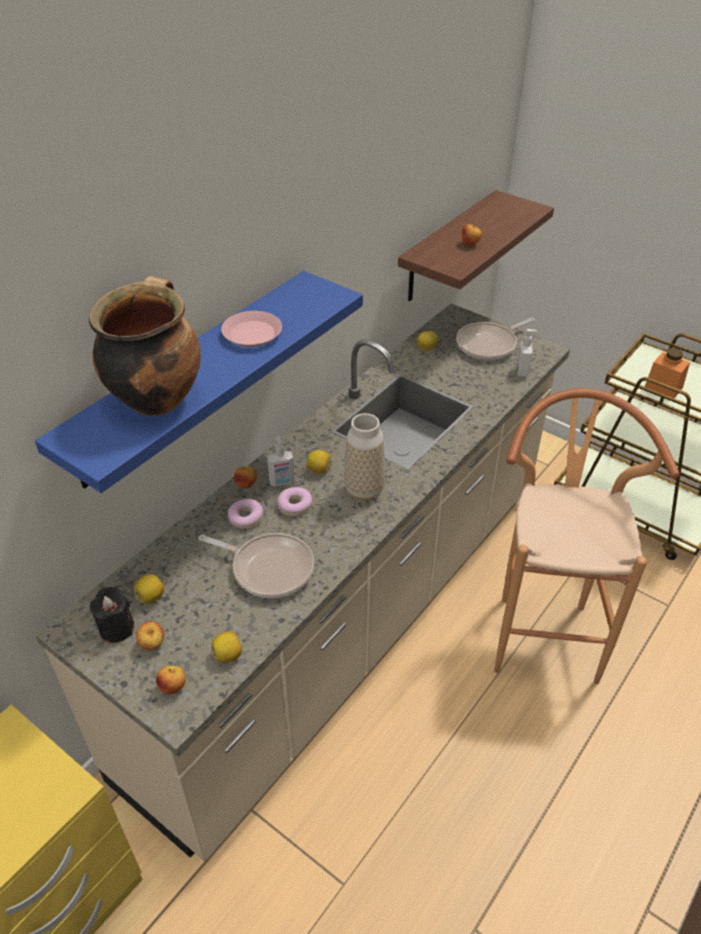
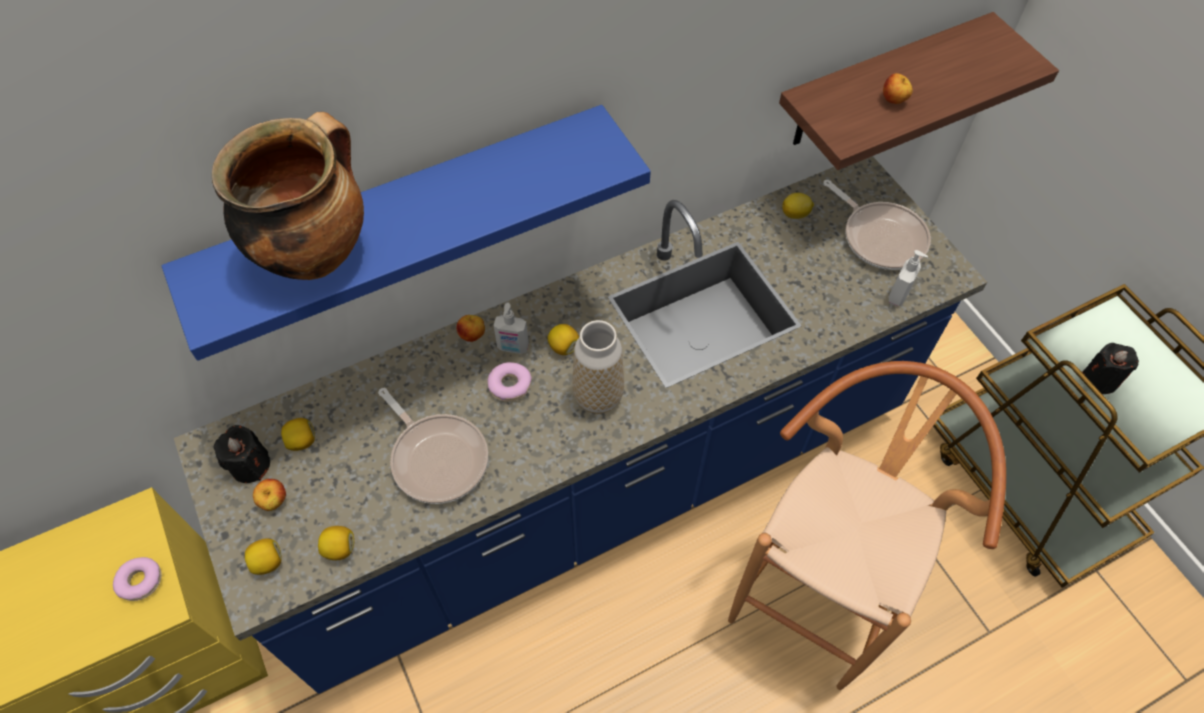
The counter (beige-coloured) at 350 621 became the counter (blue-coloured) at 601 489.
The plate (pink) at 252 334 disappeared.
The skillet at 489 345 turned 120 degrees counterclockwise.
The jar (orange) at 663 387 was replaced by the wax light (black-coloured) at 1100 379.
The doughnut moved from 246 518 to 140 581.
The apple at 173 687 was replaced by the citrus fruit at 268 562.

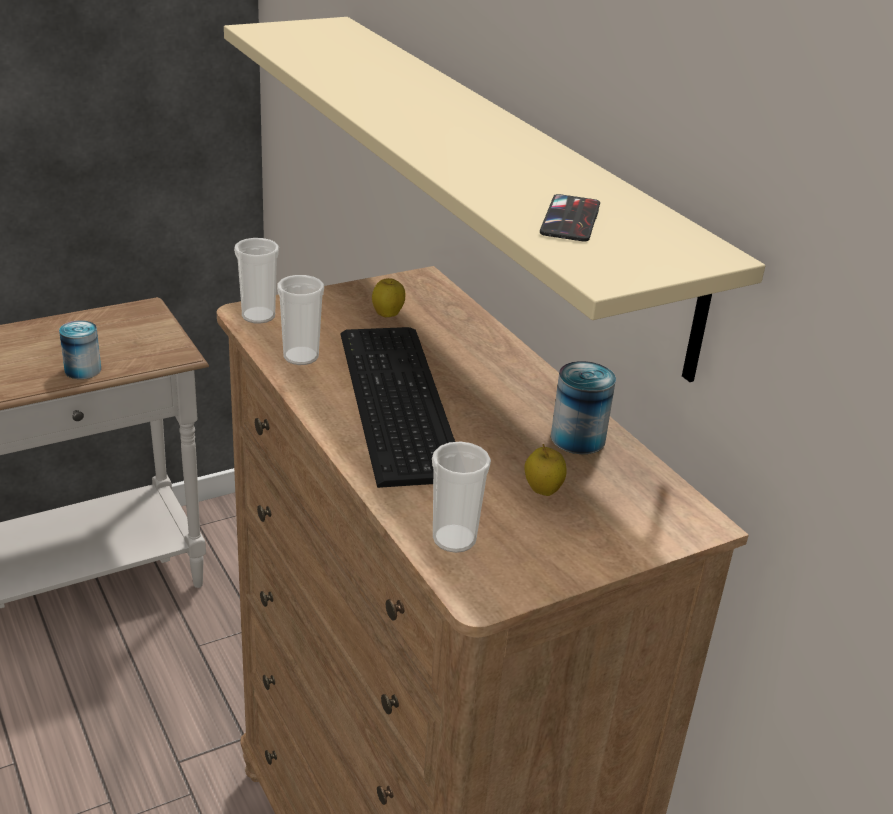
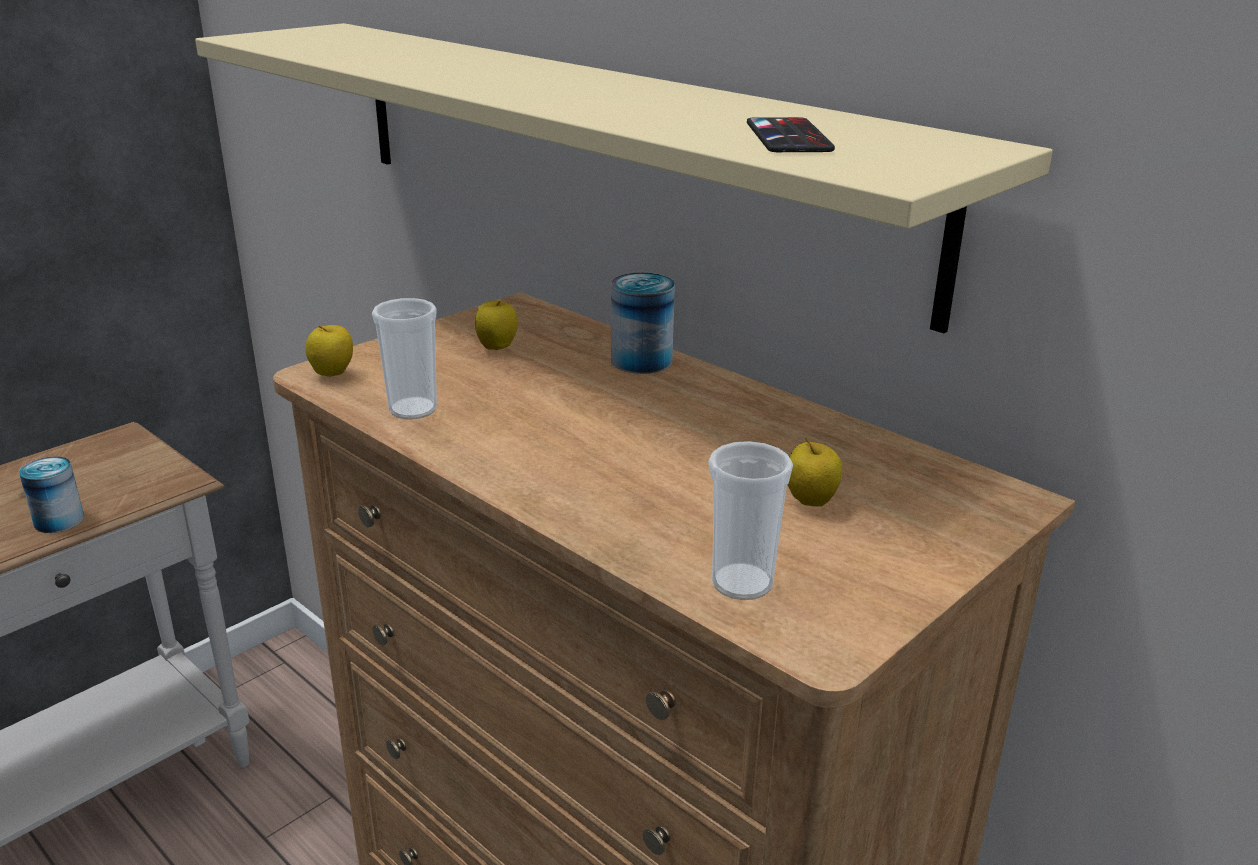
The small cup at 258 316 was replaced by the apple at 332 375.
The keyboard at 393 404 disappeared.
The can moved from 577 438 to 641 361.

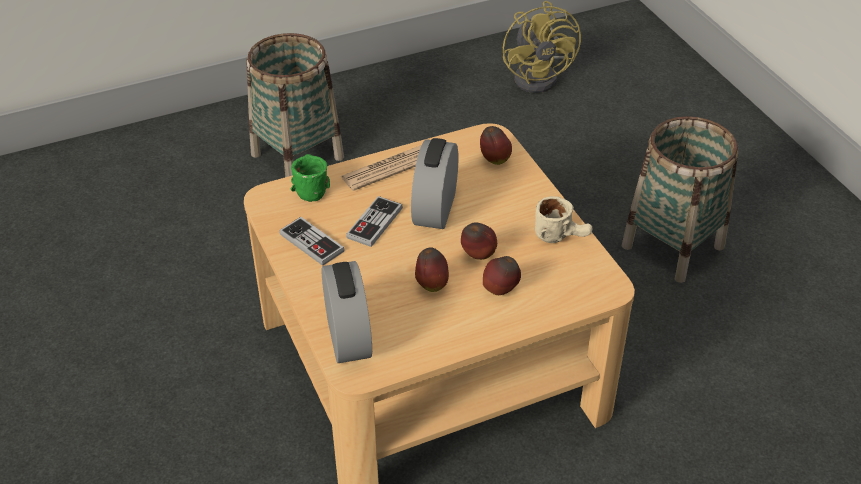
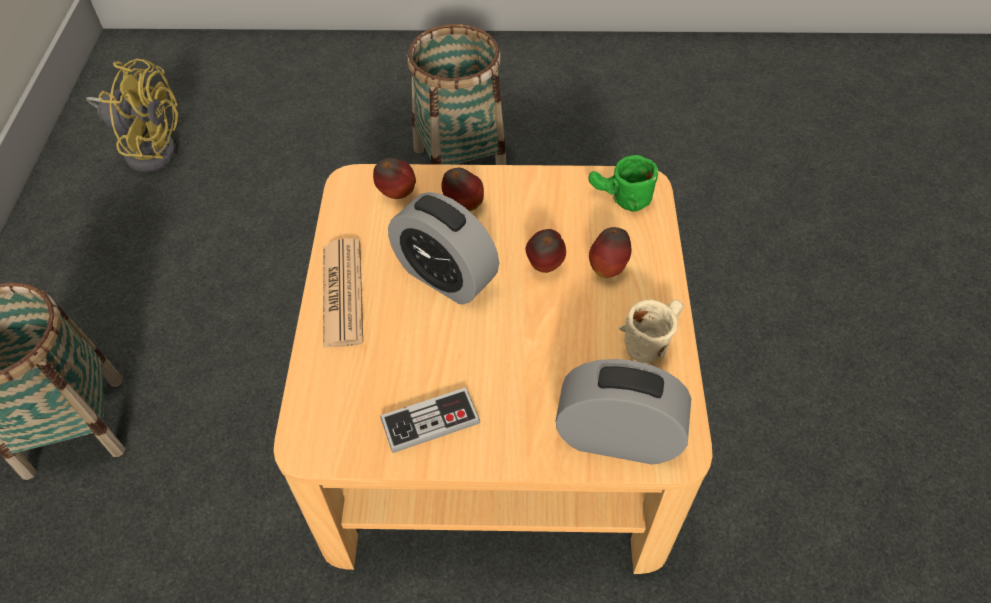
The mug (greenish) moved from 309 187 to 618 199.
The game controller at 374 223 disappeared.
The mug (beige-coloured) moved from 562 236 to 651 337.
The apple moved from 431 285 to 463 206.

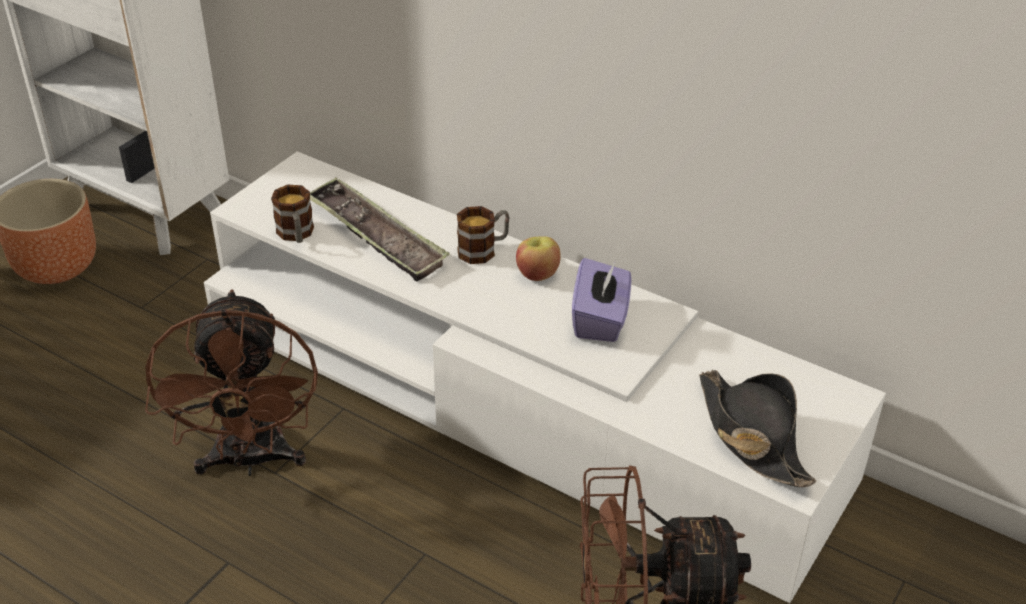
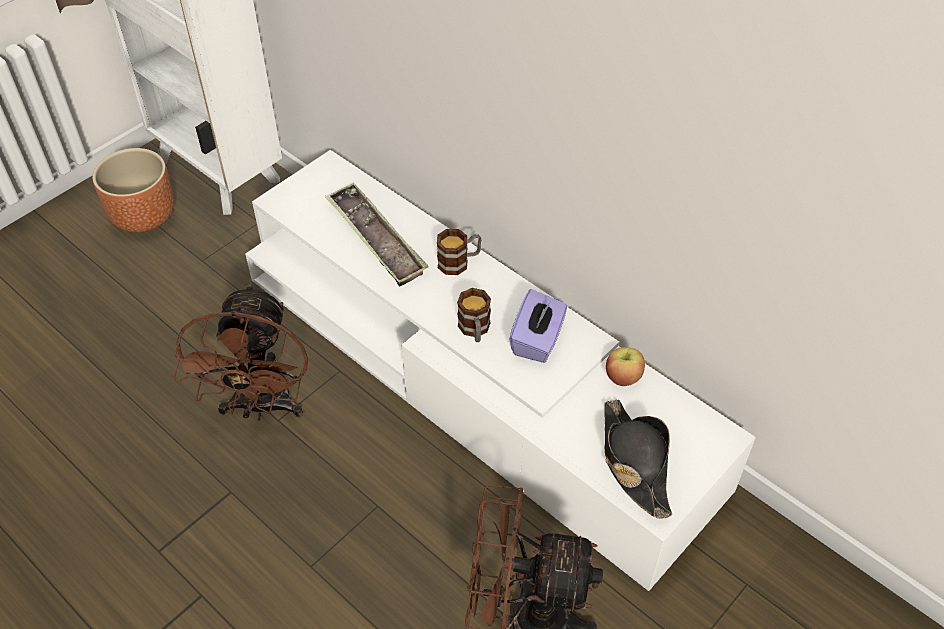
The mug moved from 296 235 to 475 330.
The apple moved from 537 274 to 623 377.

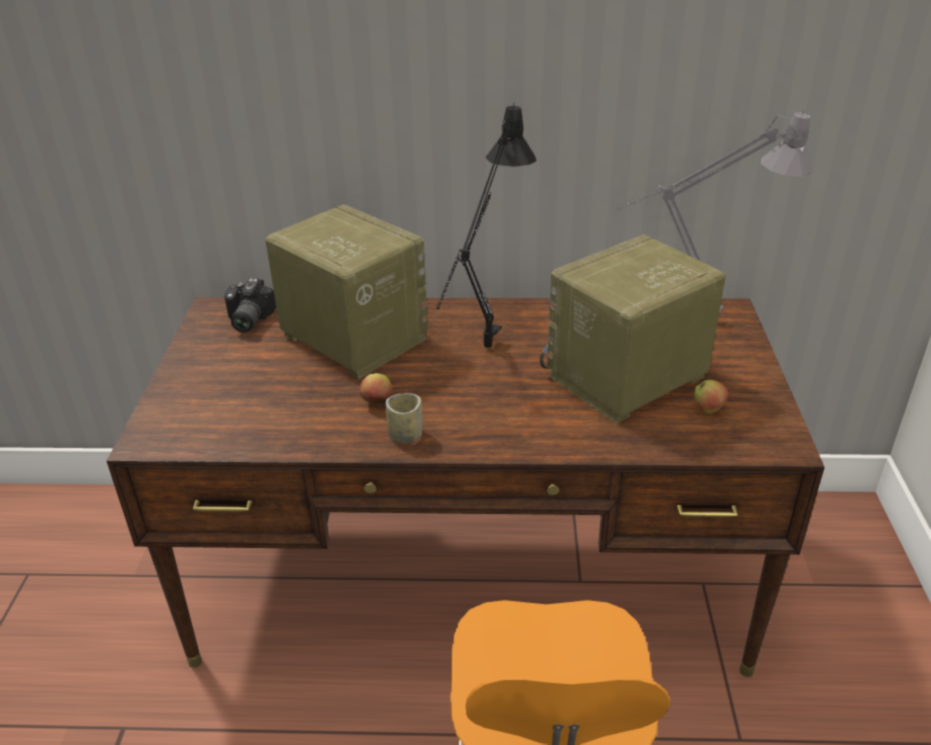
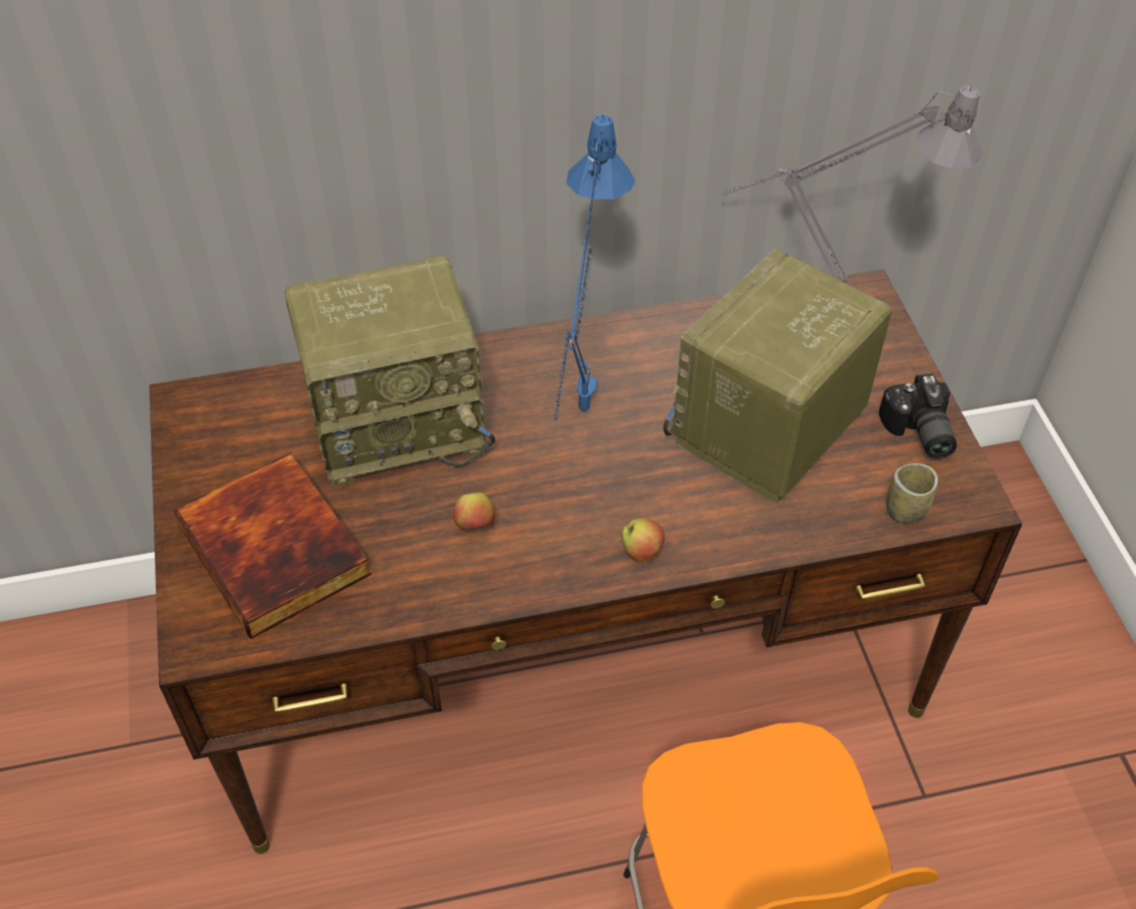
The tabletop lamp (black-coloured) at 483 355 became the tabletop lamp (blue-coloured) at 581 422.
The radio set at 351 337 turned 135 degrees clockwise.
The photo camera moved from 246 320 to 917 433.
The apple moved from 708 410 to 641 552.
The small cup moved from 405 435 to 905 510.
The volume at 278 548 appeared.

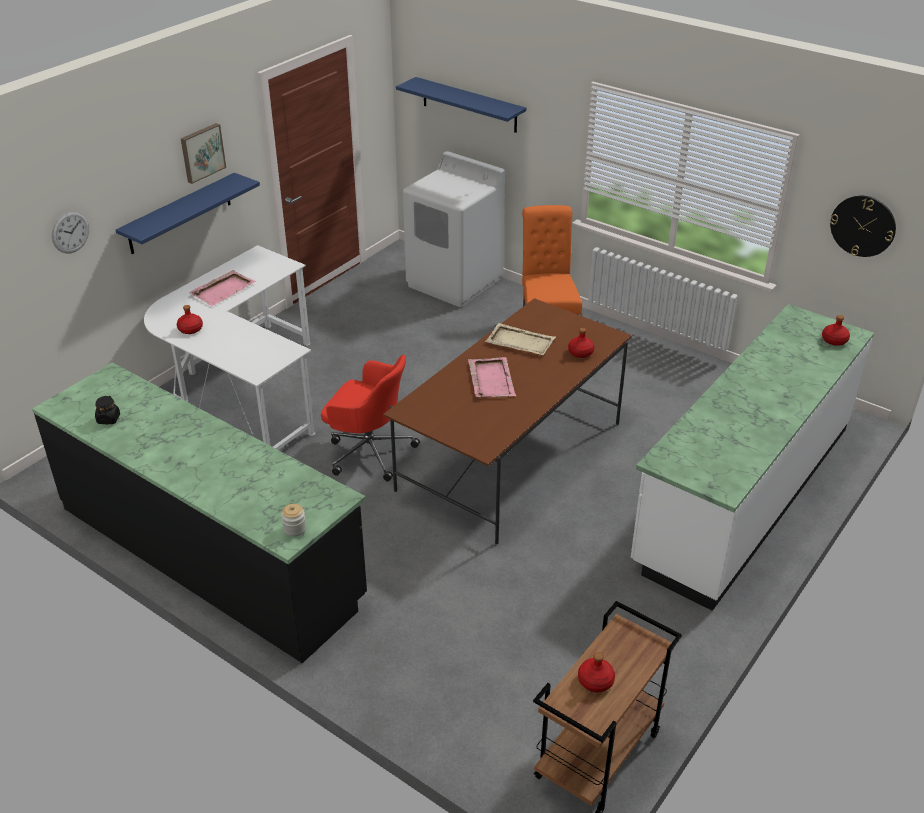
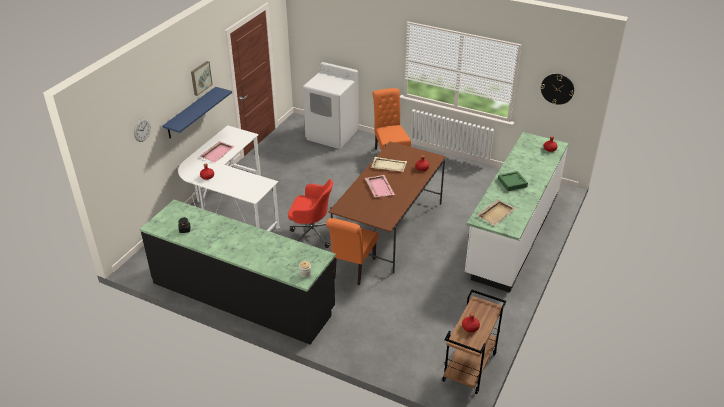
The wall shelf (blue-coloured) at 469 105 disappeared.
The carrying tray (greenish) at 512 183 appeared.
The carrying tray (beige-coloured) at 496 213 appeared.
The upright chair (orange) at 352 270 appeared.

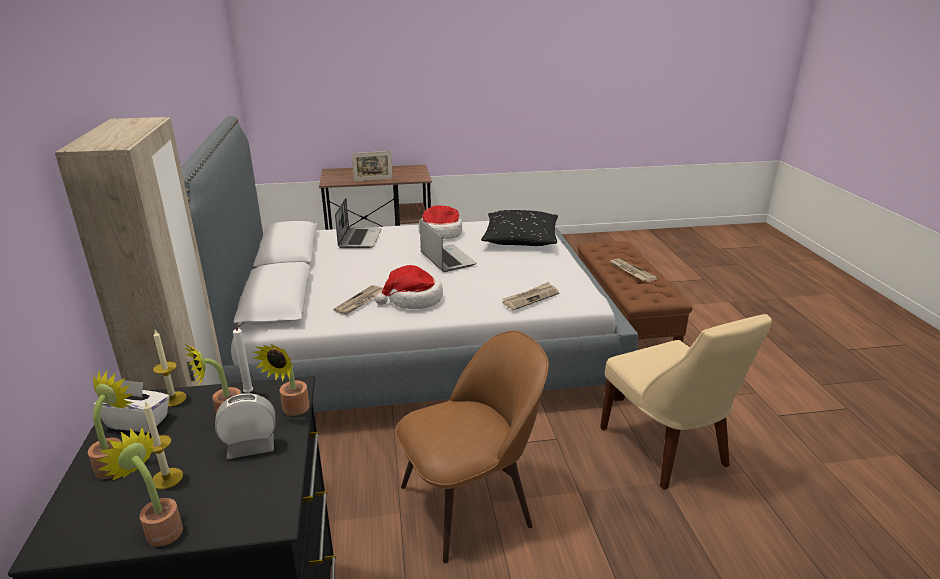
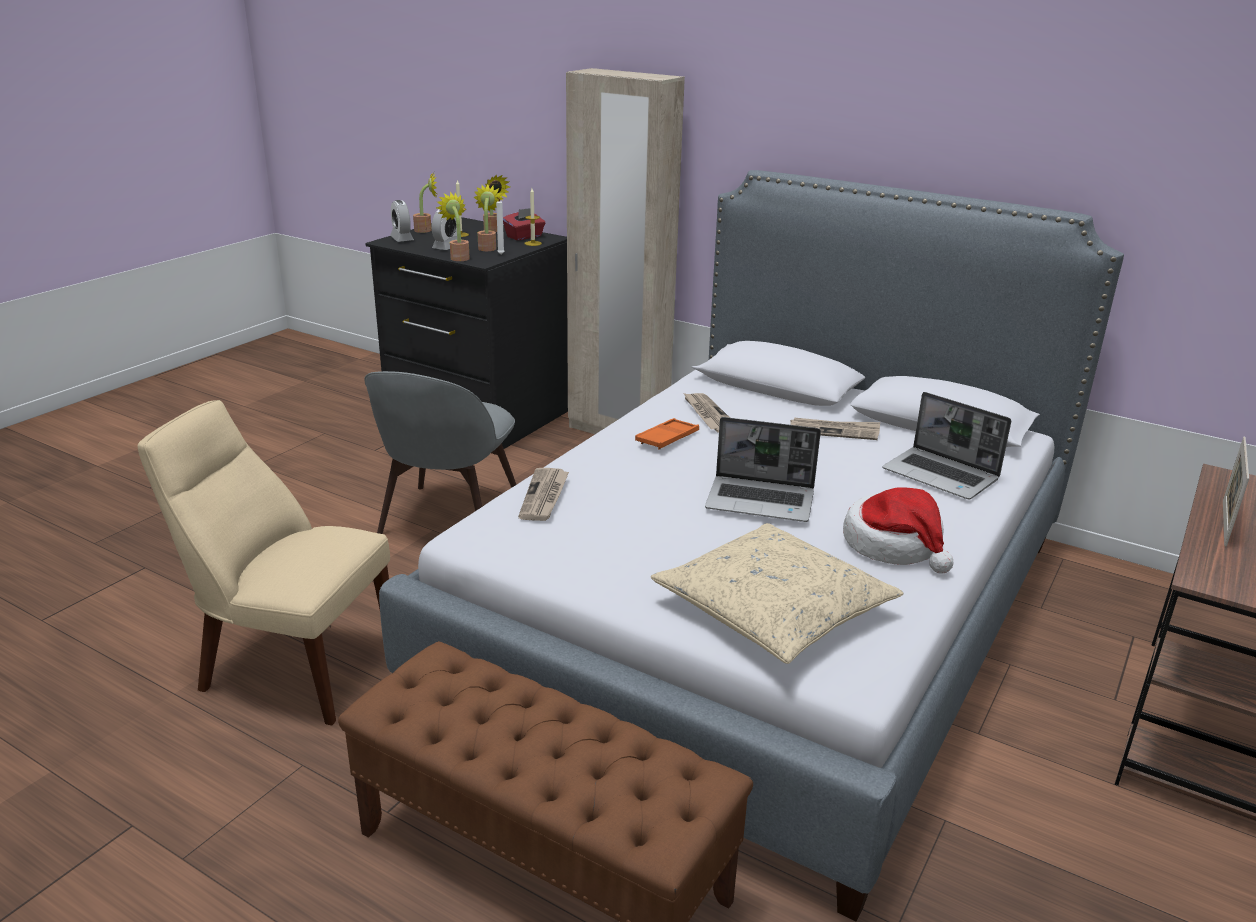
The pillow (black-coloured) at 520 238 became the pillow (beige-coloured) at 773 609.
The newspaper moved from 631 271 to 834 431.
The hat at 413 299 was replaced by the carrying tray (orange) at 667 438.
The upright chair (brown) at 470 503 became the upright chair (grey) at 449 520.
The box of tissues (white-coloured) at 138 421 became the box of tissues (red) at 524 237.
The alarm clock at 402 239 appeared.

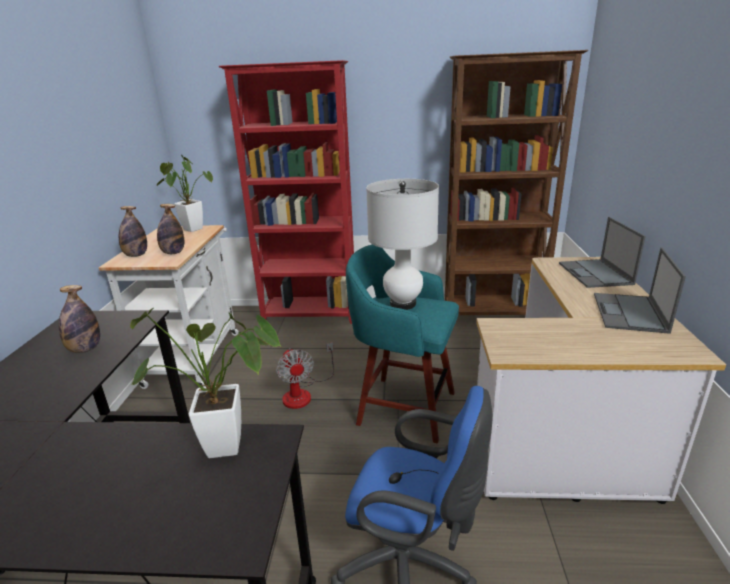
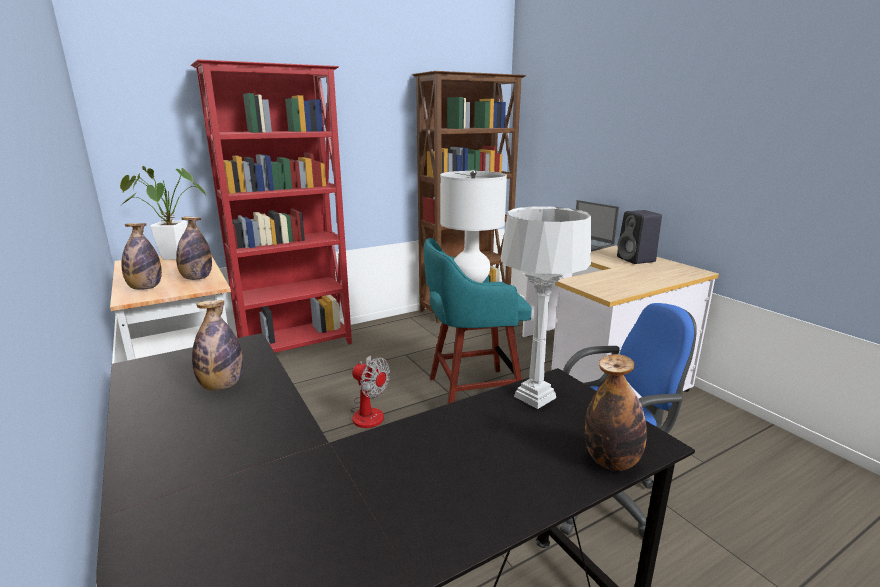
The notebook computer at 630 313 was replaced by the audio speaker (black-coloured) at 637 260.
The plant in a pot at 234 446 was replaced by the tabletop lamp (grey) at 534 397.
The drink bottle at 611 461 appeared.

